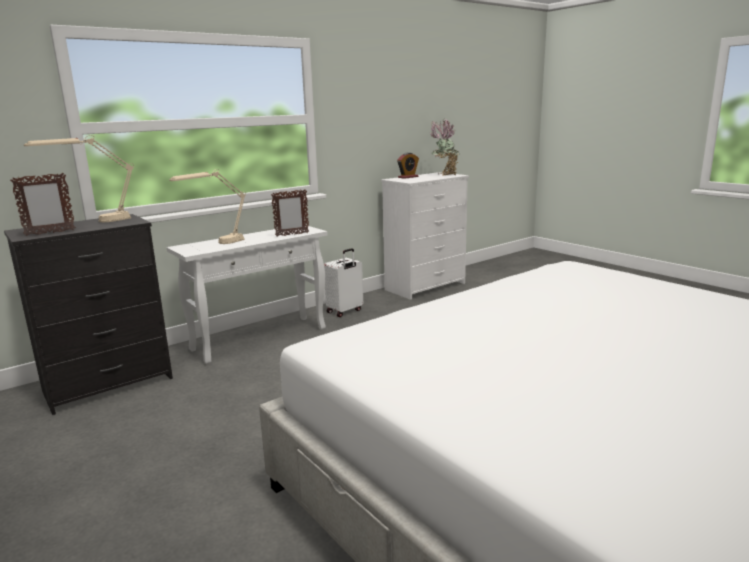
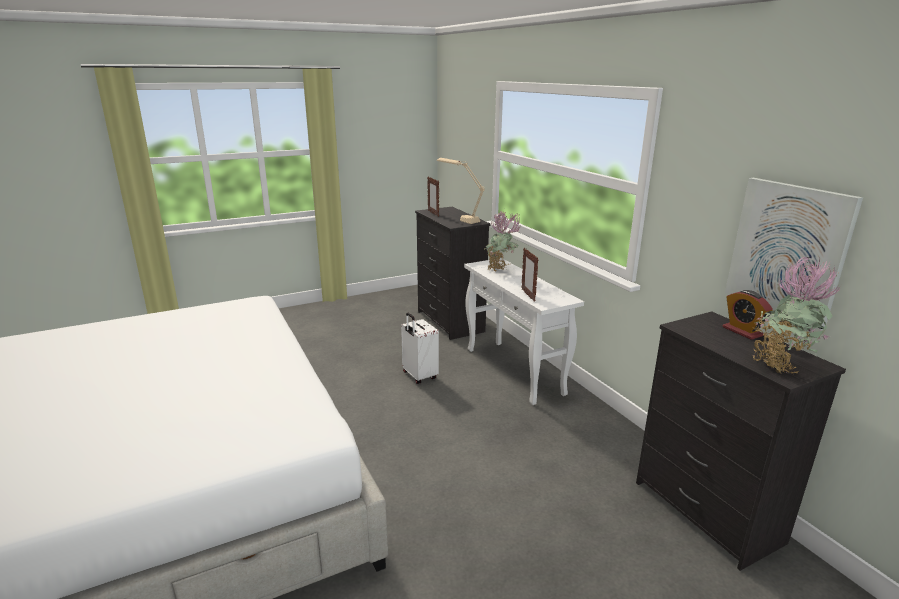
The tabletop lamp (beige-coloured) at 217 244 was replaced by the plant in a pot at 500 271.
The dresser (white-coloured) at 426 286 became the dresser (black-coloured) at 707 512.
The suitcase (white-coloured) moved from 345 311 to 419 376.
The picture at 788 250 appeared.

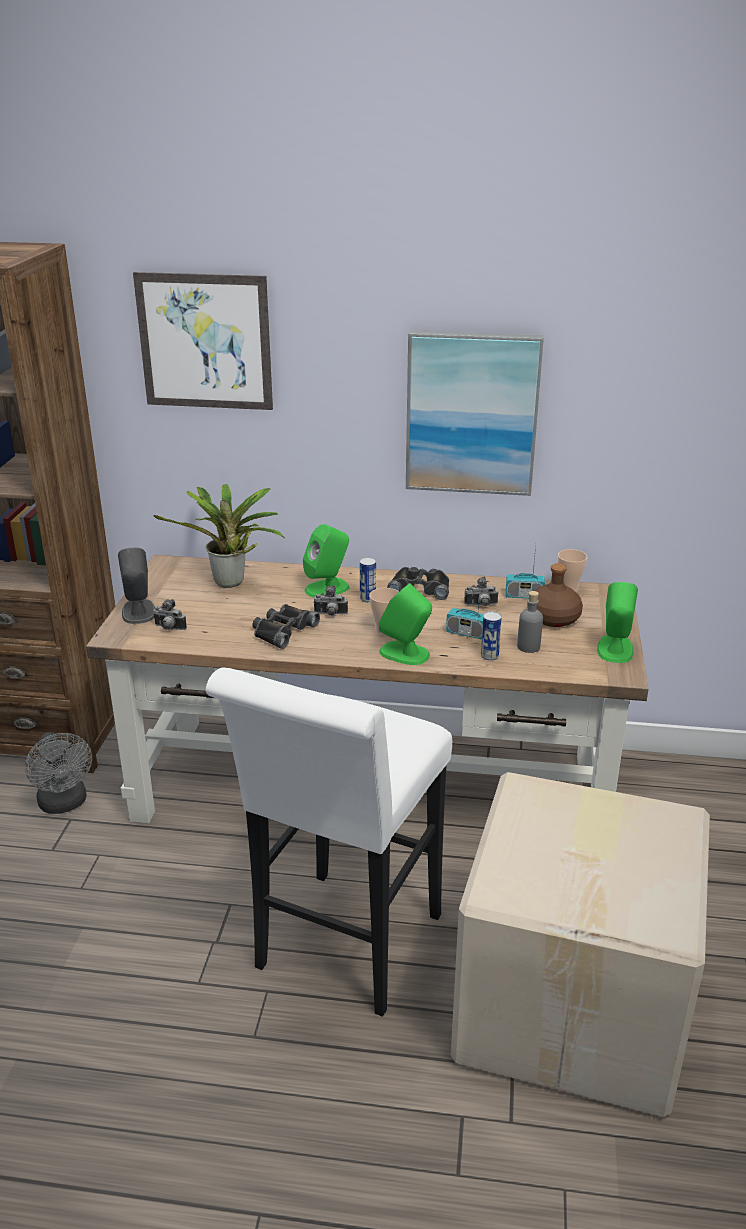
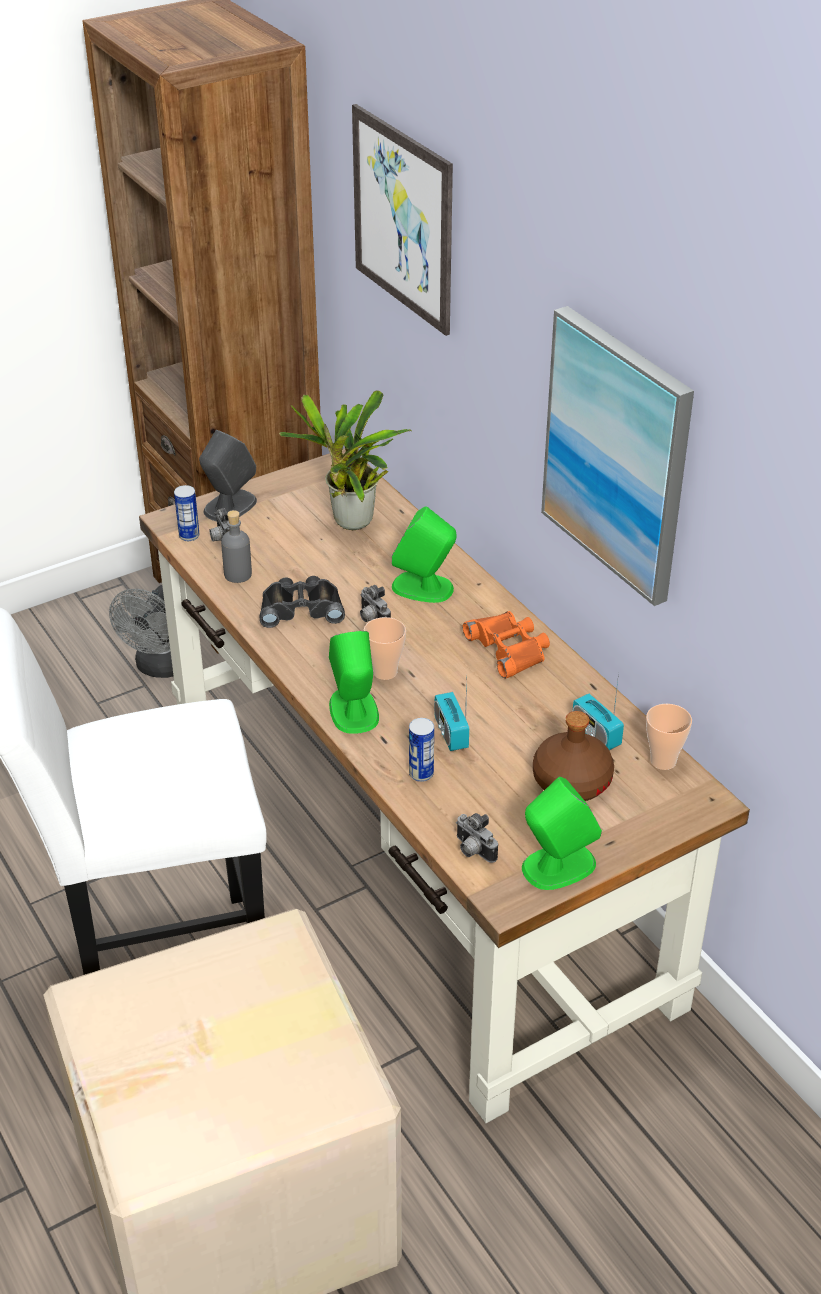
The can moved from 367 598 to 189 536.
The pair of binoculars (black-coloured) at 420 588 became the pair of binoculars (orange) at 509 648.
The photo camera moved from 481 605 to 472 851.
The drink bottle (grey) moved from 528 647 to 238 574.

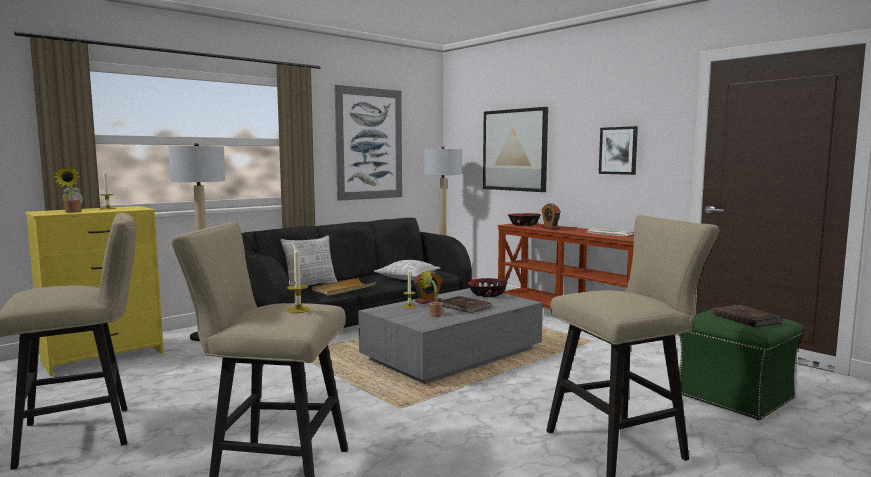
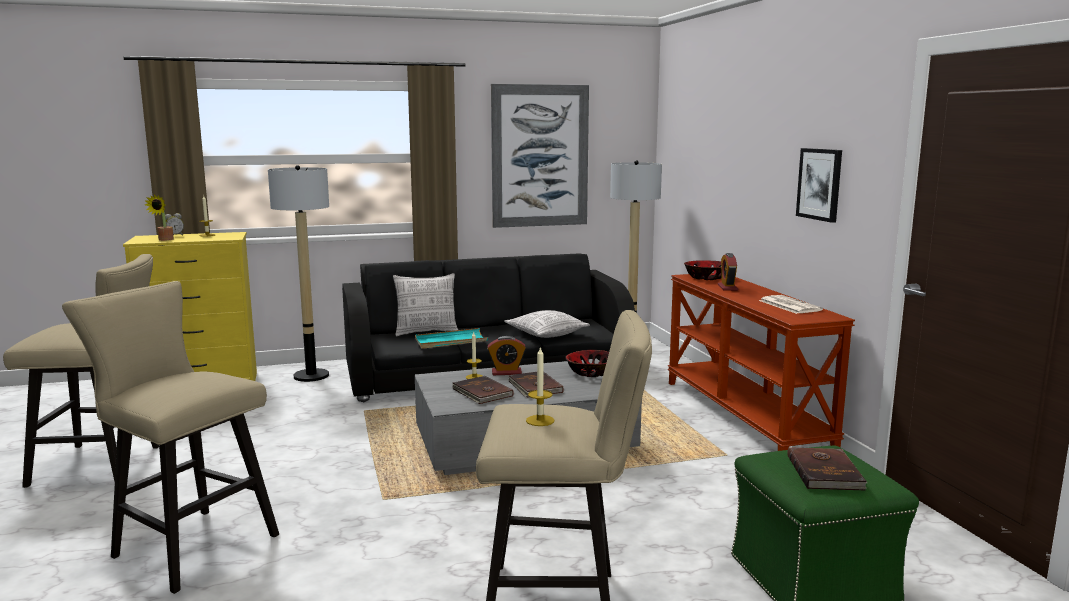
The picture at 515 150 disappeared.
The wax light moved from 298 310 to 540 420.
The plant in a pot at 433 315 was replaced by the volume (brown) at 481 393.
The carrying tray (beige-coloured) at 343 289 became the carrying tray (turquoise-coloured) at 450 341.

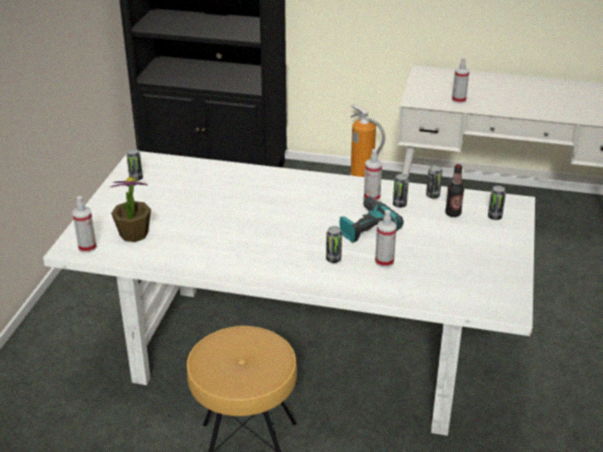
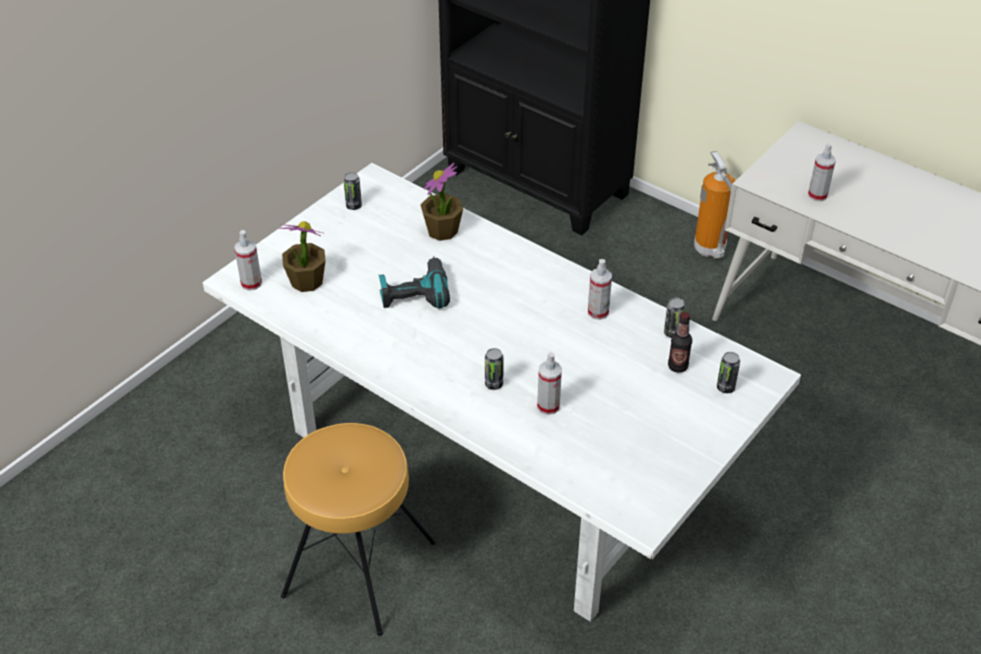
The can at 399 205 disappeared.
The electric drill moved from 365 226 to 414 292.
The plant in a pot at 442 231 appeared.

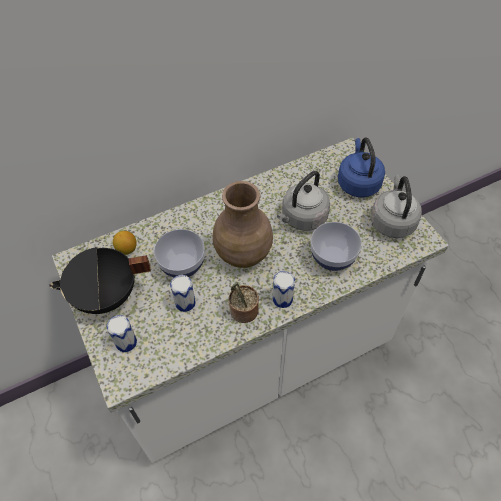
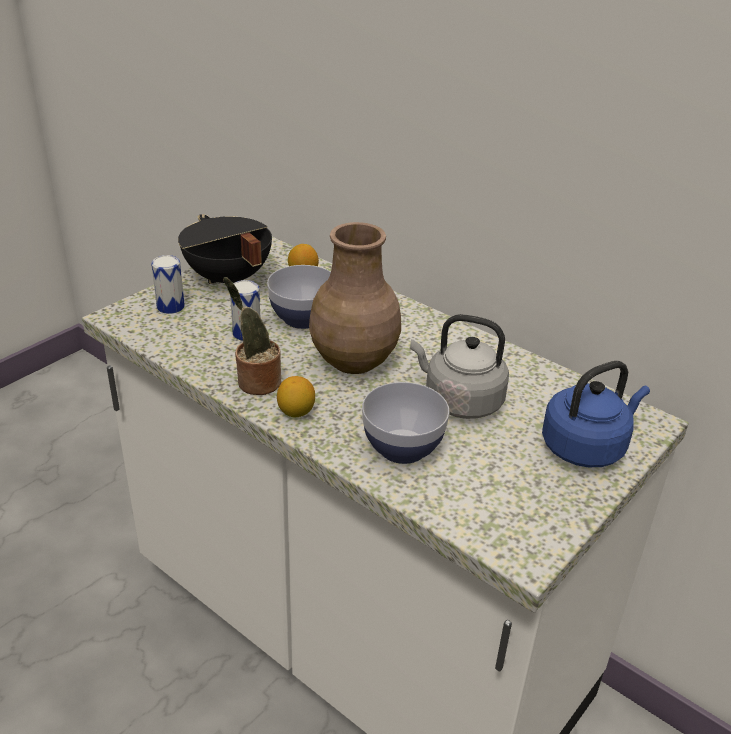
The kettle (grey) at 392 221 disappeared.
The can at 282 299 was replaced by the citrus fruit at 296 412.

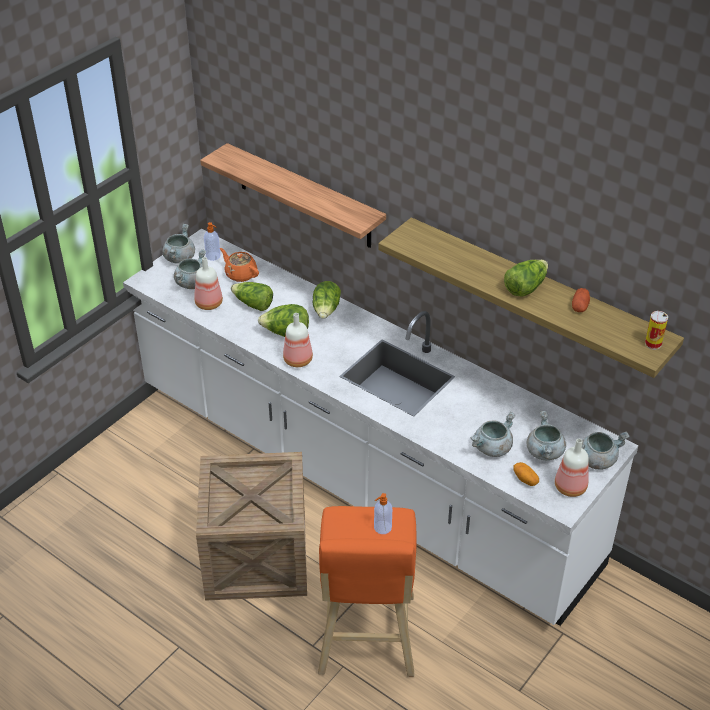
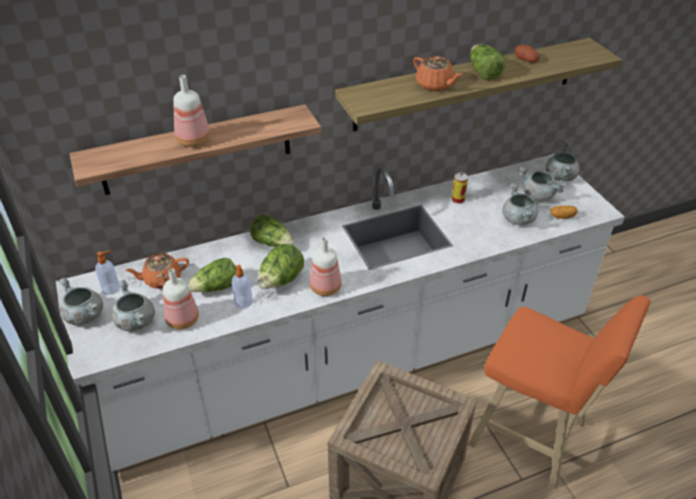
The can moved from 653 344 to 458 199.
The drink bottle moved from 570 488 to 194 141.
The soap dispenser moved from 382 528 to 243 302.
The pot for tea (orange) at 435 85 appeared.

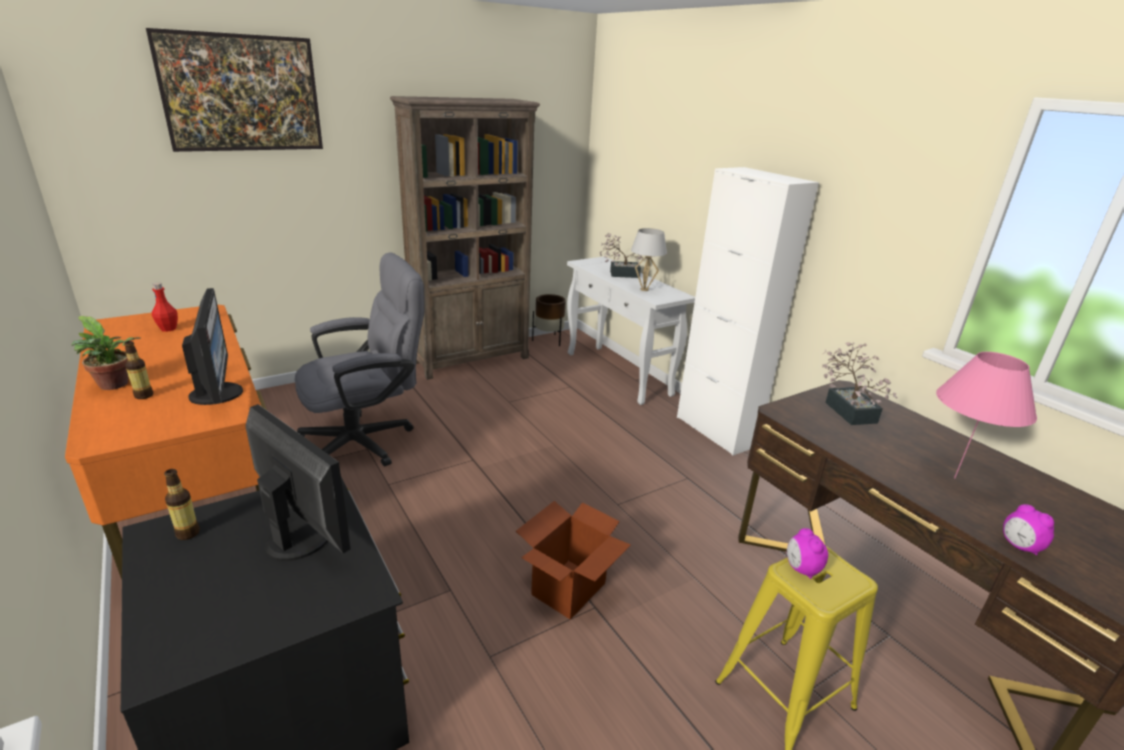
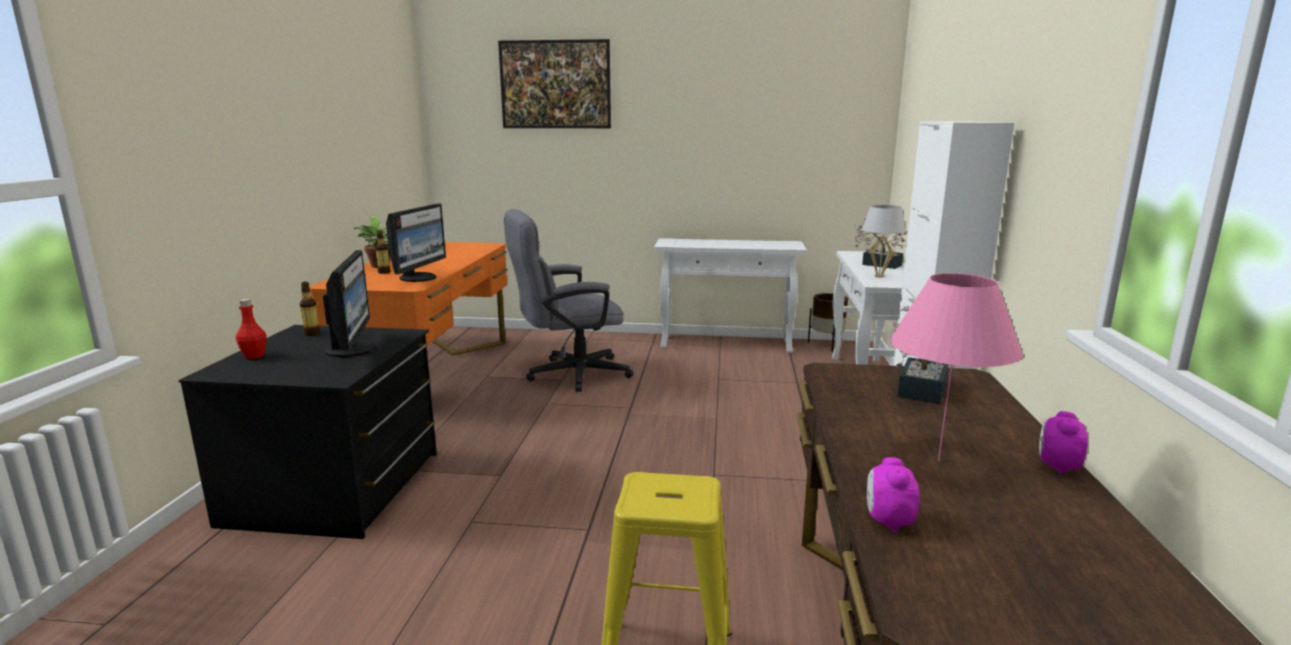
The shelving unit (brown) at 472 360 was replaced by the hall table (white-coloured) at 727 344.
The computer chair (grey) at 367 440 turned 150 degrees clockwise.
The drink bottle (red) moved from 168 329 to 254 356.
The packing box at 568 589 disappeared.
The alarm clock moved from 801 569 to 1057 467.

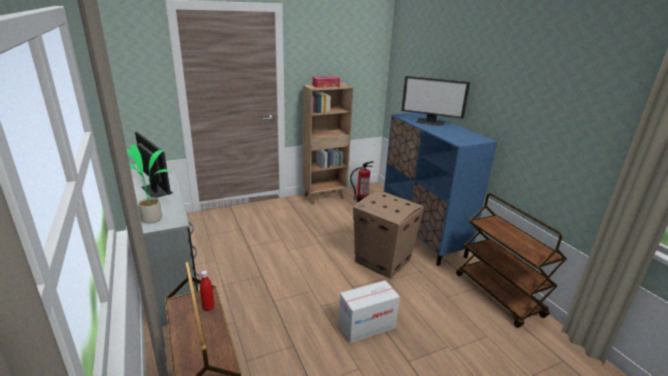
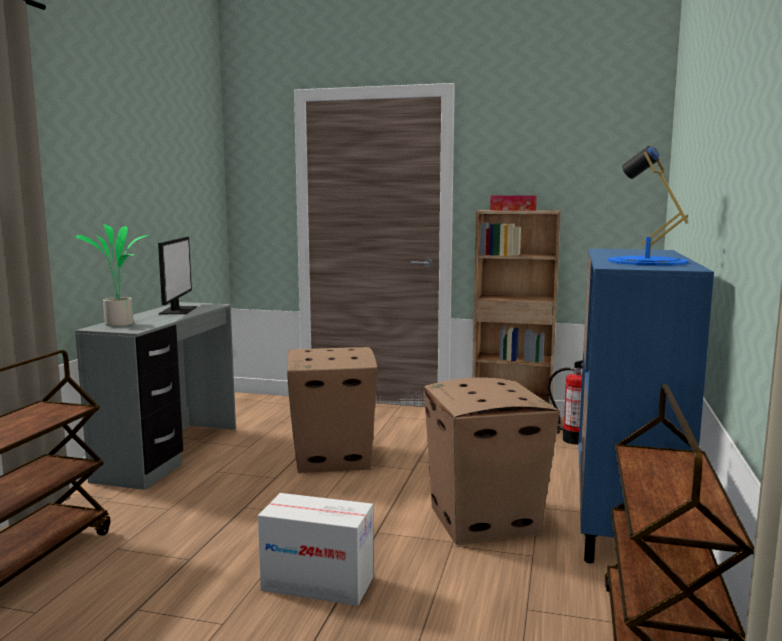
The monitor at 431 122 disappeared.
The drink bottle (red) at 208 307 disappeared.
The tabletop lamp (blue-coloured) at 646 261 appeared.
The packing box at 331 458 appeared.

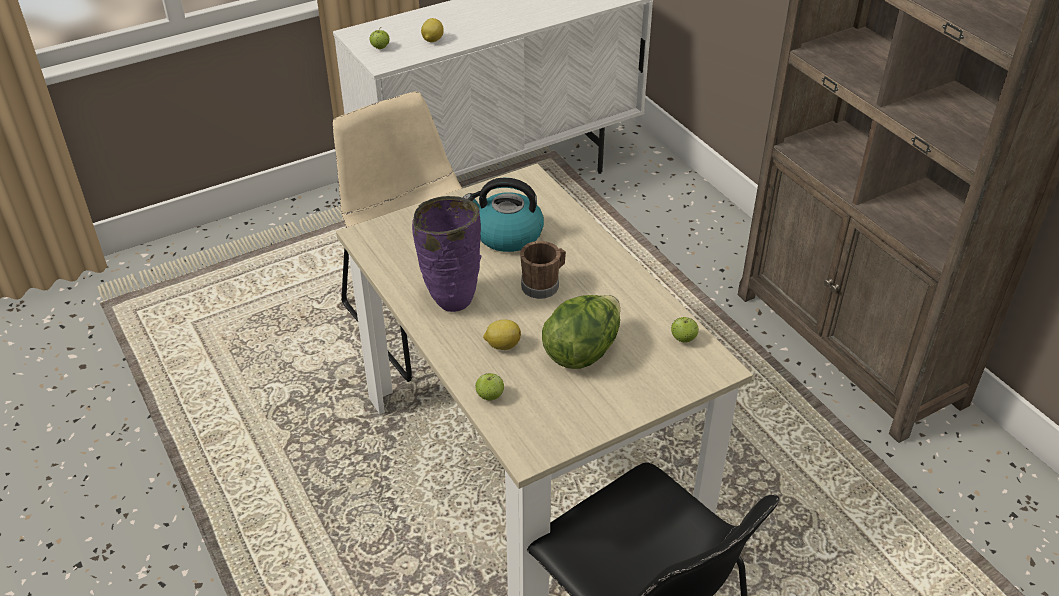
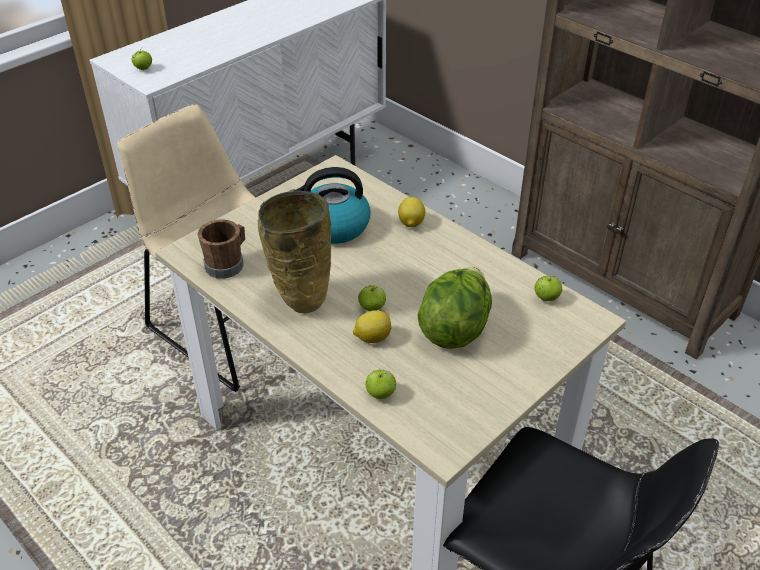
The citrus fruit moved from 432 40 to 410 223.
The decorative vase (purple-coloured) at 452 298 became the decorative vase (beige-coloured) at 302 299.
The mug (brown) moved from 543 285 to 227 264.
The apple at 372 308 appeared.

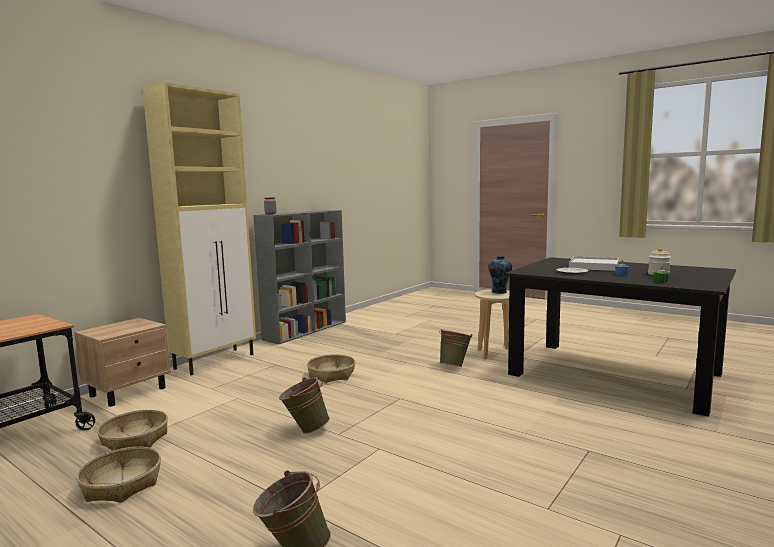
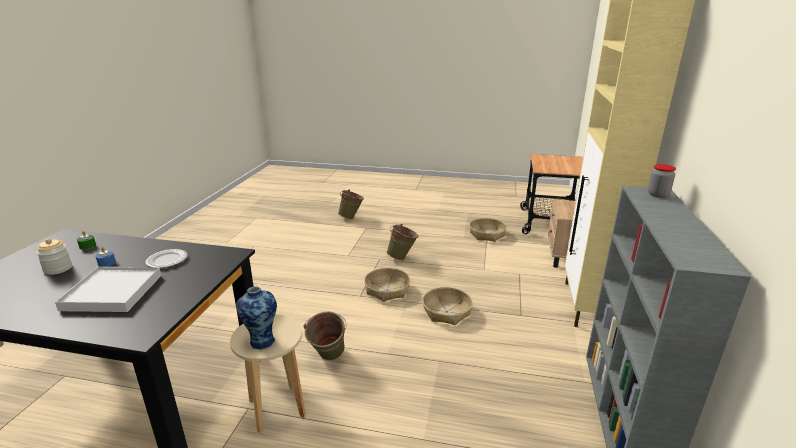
The household basket moved from 121 484 to 387 290.

